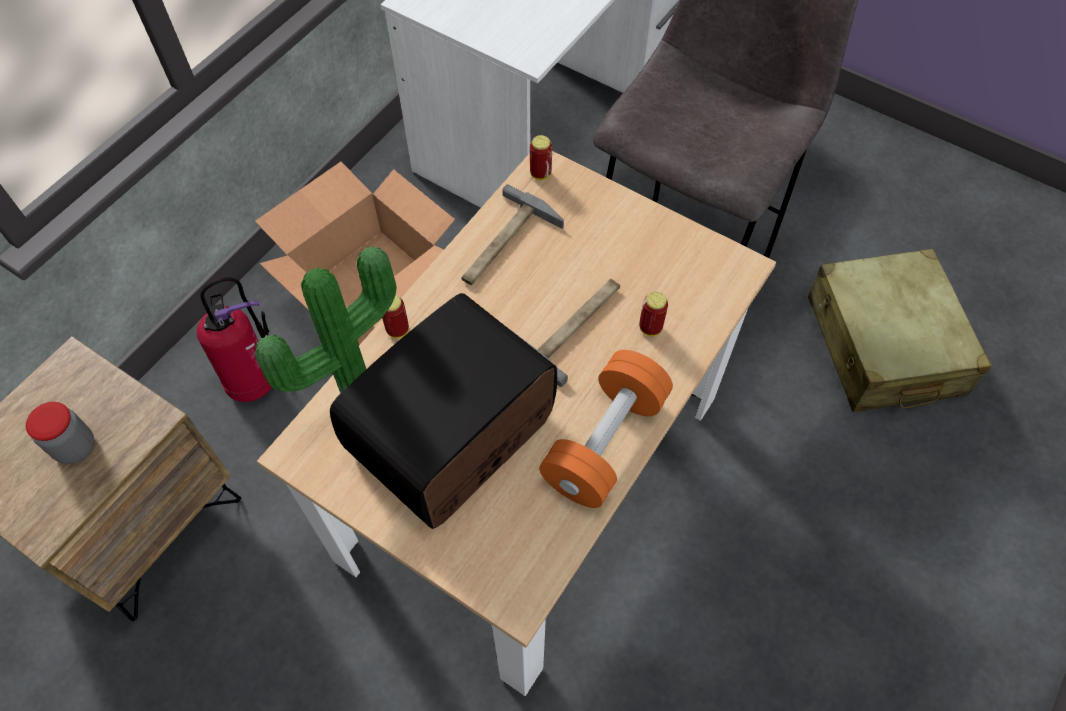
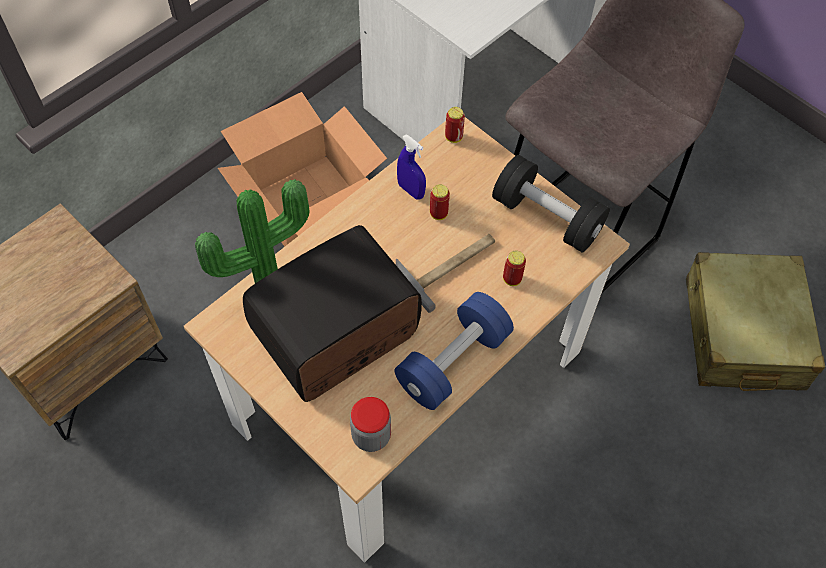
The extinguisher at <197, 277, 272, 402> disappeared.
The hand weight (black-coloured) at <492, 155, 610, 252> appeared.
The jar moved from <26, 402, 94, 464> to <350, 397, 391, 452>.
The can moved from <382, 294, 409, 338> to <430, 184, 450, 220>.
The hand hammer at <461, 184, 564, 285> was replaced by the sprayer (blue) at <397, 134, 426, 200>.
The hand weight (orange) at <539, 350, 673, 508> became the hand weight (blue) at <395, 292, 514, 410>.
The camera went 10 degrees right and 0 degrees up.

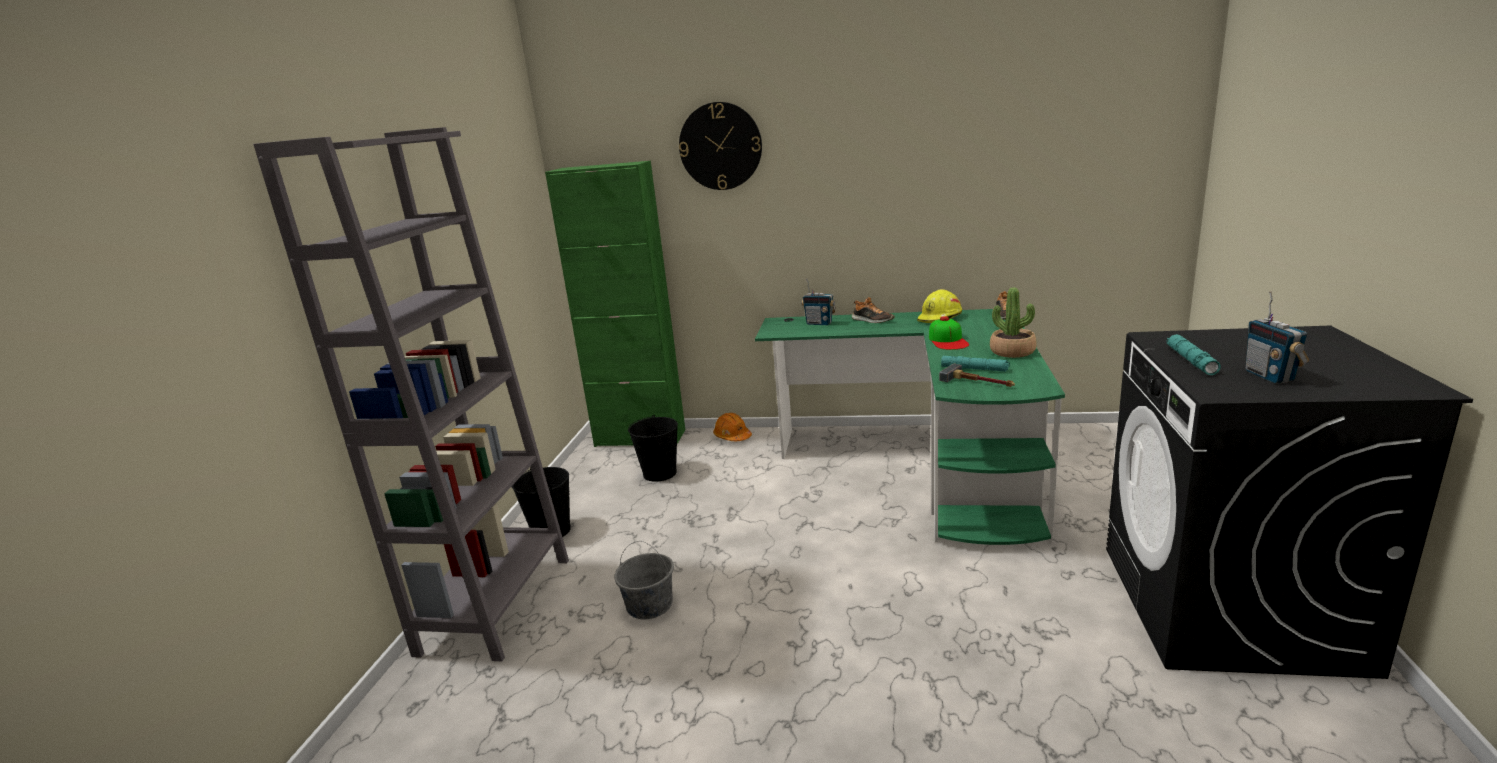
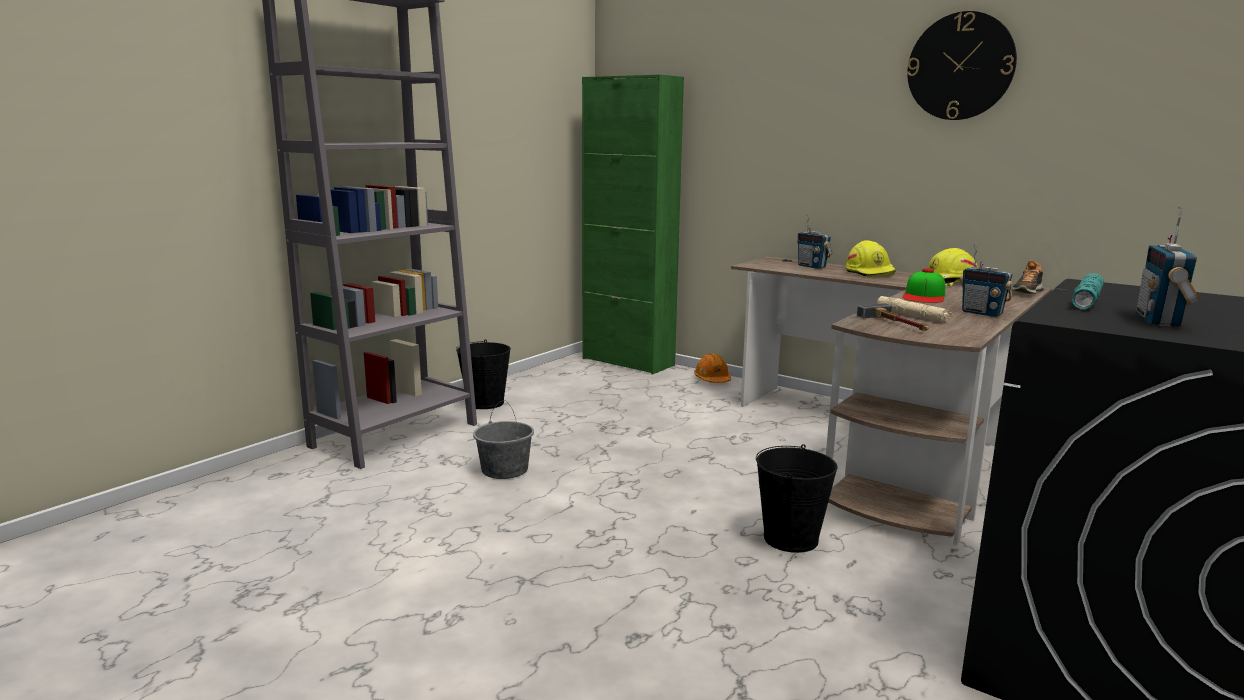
The bucket (black-coloured) moved from <628, 415, 678, 482> to <756, 444, 838, 553>.
The clock on the wall moved from <679, 102, 762, 190> to <907, 11, 1017, 120>.
The low shoe at <852, 297, 894, 323> was replaced by the hard hat (yellow-coloured) at <845, 240, 896, 277>.
The plant in a pot at <990, 287, 1037, 358> was replaced by the radio set at <960, 244, 1014, 317>.
The desk (green) at <755, 309, 1065, 545> became the desk (brown-coloured) at <731, 257, 1052, 545>.
The hand torch (turquoise-coloured) at <941, 356, 1010, 372> became the hand torch (sand-coloured) at <877, 296, 952, 323>.
The camera went 25 degrees right and 5 degrees down.

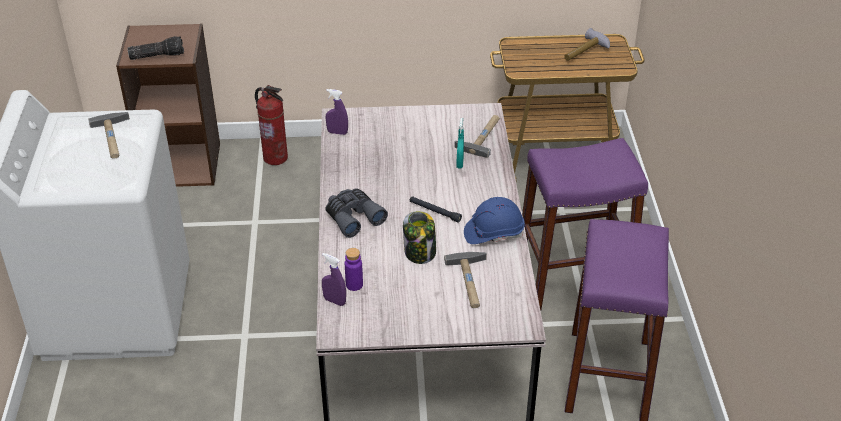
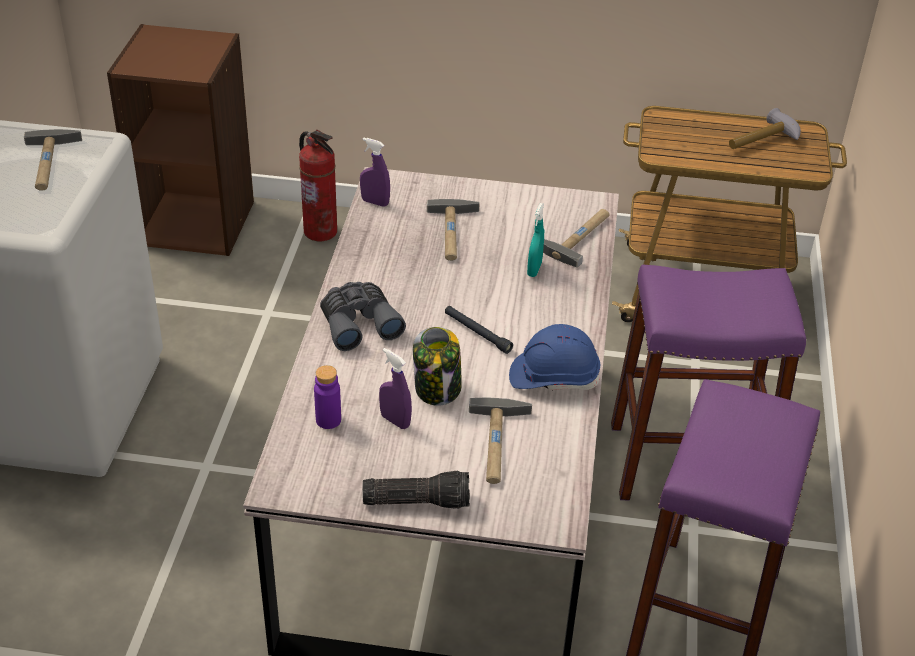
The hand hammer at <427, 199, 480, 261> appeared.
The hand torch moved from <128, 36, 184, 60> to <362, 471, 470, 509>.
The sprayer (purple-coloured) moved from <322, 253, 346, 306> to <379, 348, 412, 429>.
The camera went 10 degrees right and 0 degrees up.

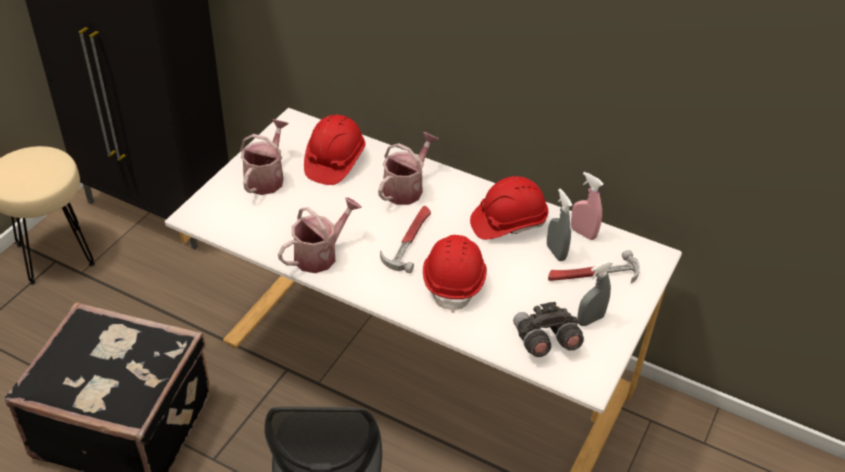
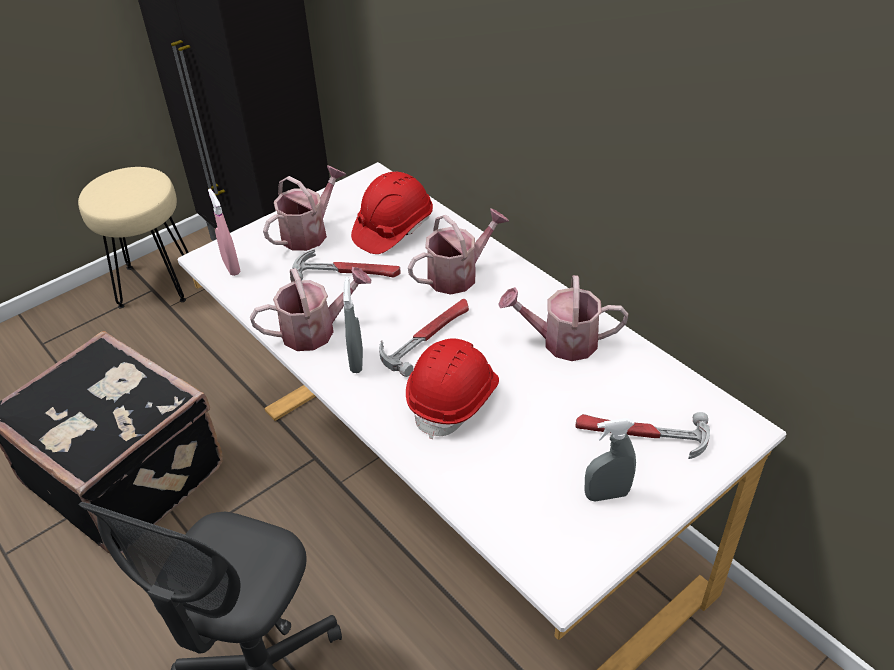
The binoculars (grey) at <513, 302, 584, 357> disappeared.
The hand hammer at <290, 249, 400, 281> appeared.
The sprayer (grey) moved from <547, 189, 573, 261> to <343, 277, 363, 373>.
The sprayer (pink) moved from <571, 172, 603, 240> to <208, 189, 241, 276>.
The hard hat (reddish) at <470, 176, 548, 240> was replaced by the watering can at <498, 275, 628, 361>.
The camera went 25 degrees right and 0 degrees up.

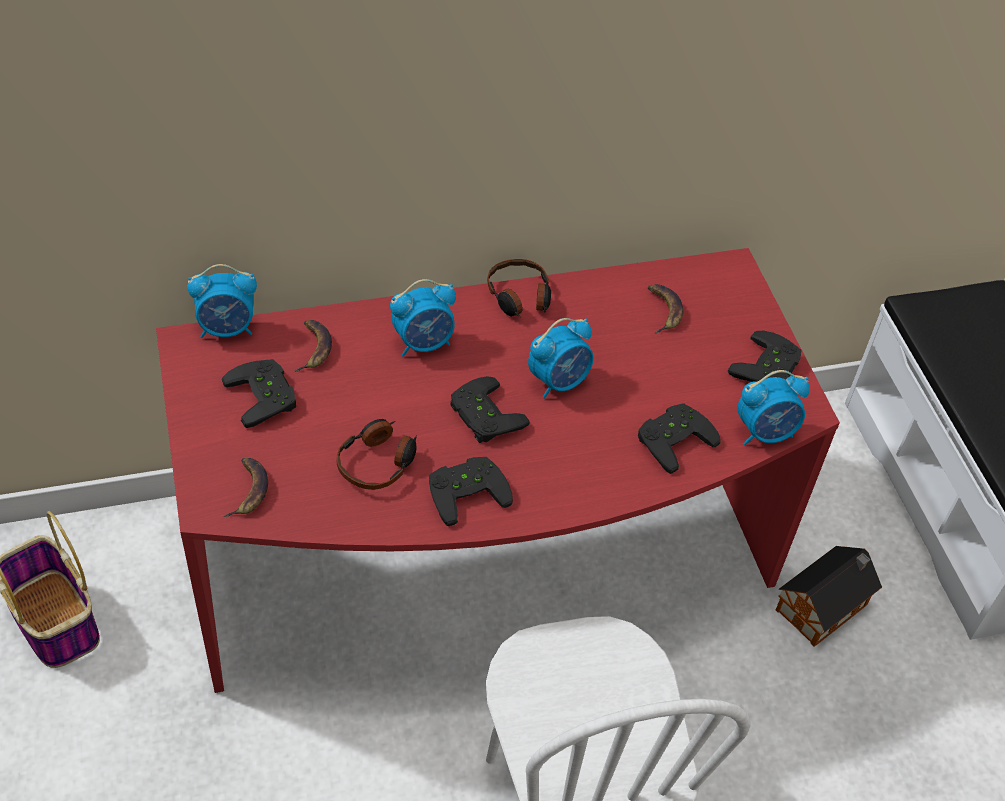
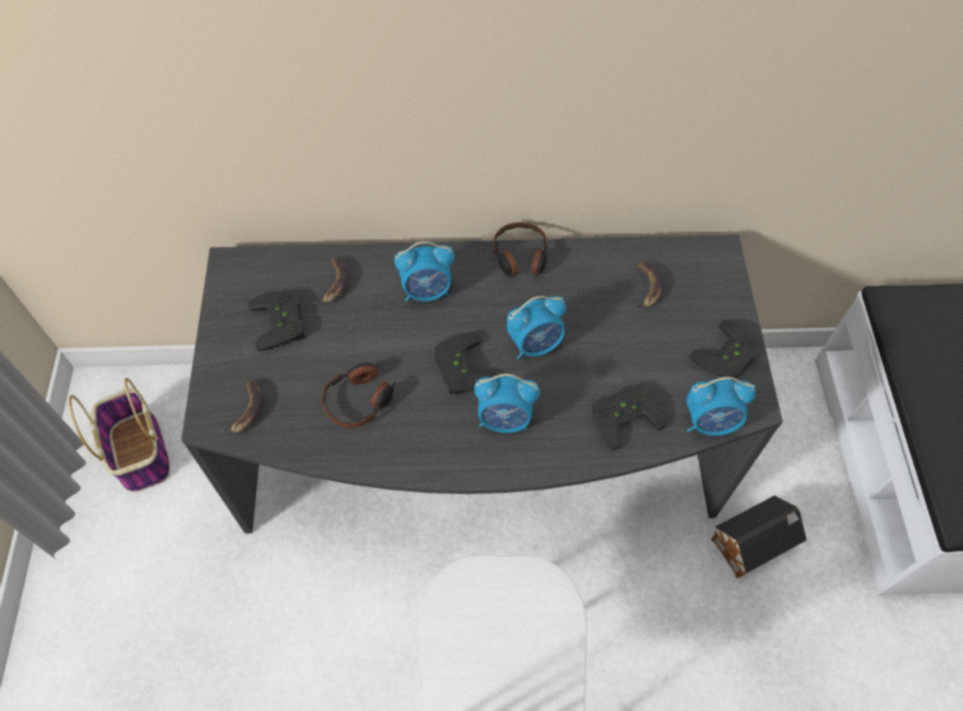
The game controller (black-coloured) at <429, 457, 513, 526> disappeared.
The alarm clock moved from <187, 264, 257, 338> to <474, 374, 540, 433>.
The desk (reddish) at <156, 248, 840, 693> became the desk (grey) at <181, 235, 783, 533>.
The camera went 15 degrees right and 10 degrees up.

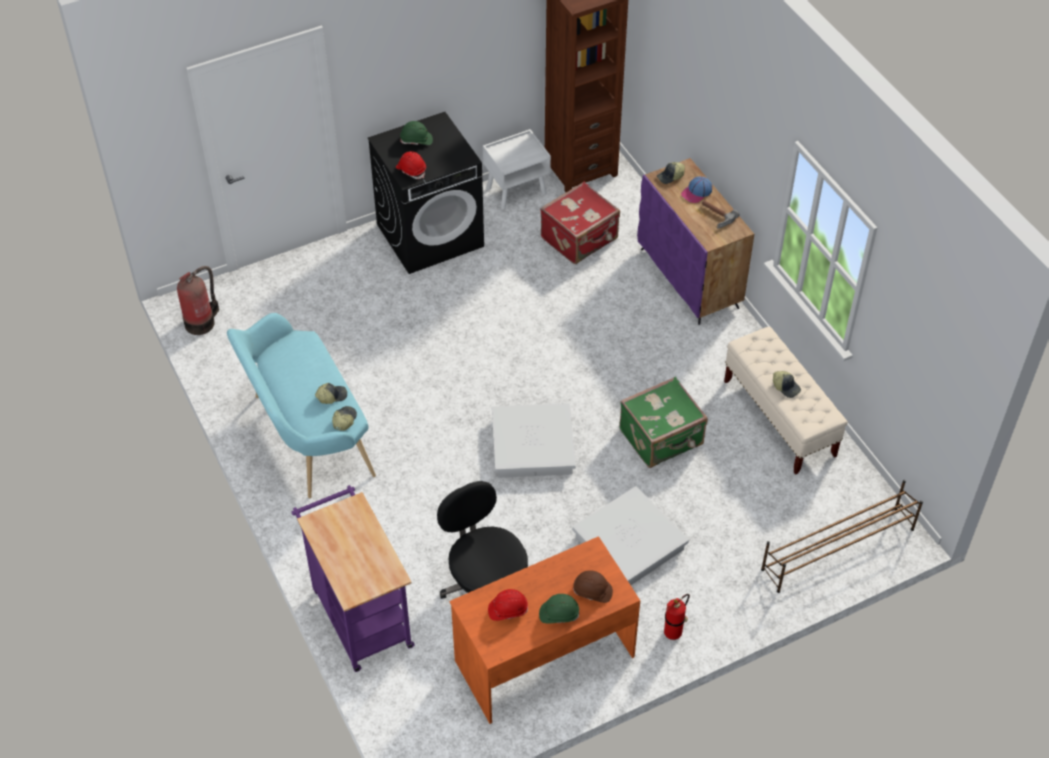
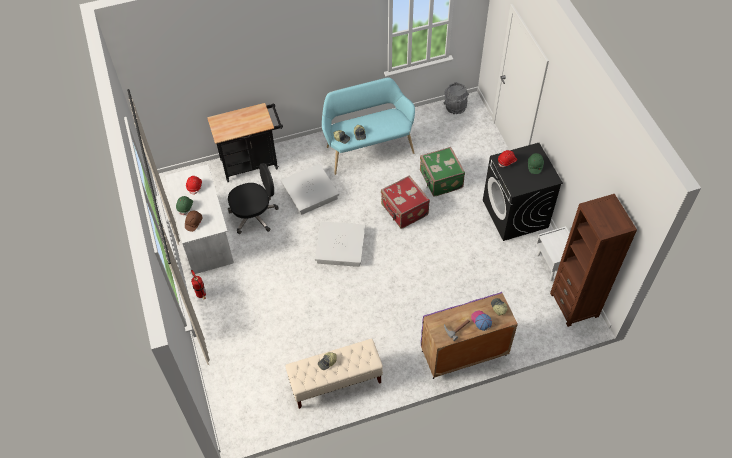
The shoe shelf (brown-coloured) at <761, 480, 923, 593> disappeared.
The piece of luggage (reddish) moved from <540, 181, 620, 264> to <381, 175, 430, 229>.
The storage container (white) moved from <572, 486, 689, 585> to <281, 164, 339, 215>.
The piece of luggage (green) moved from <619, 377, 708, 468> to <420, 147, 465, 197>.
The extinguisher at <177, 266, 219, 335> was replaced by the bucket (grey) at <444, 82, 469, 114>.
The cart (purple-coloured) at <292, 485, 415, 672> became the cart (black-coloured) at <207, 103, 283, 182>.
The desk (orange) at <449, 536, 640, 724> became the desk (white) at <165, 164, 234, 274>.
The camera went 100 degrees right and 5 degrees up.

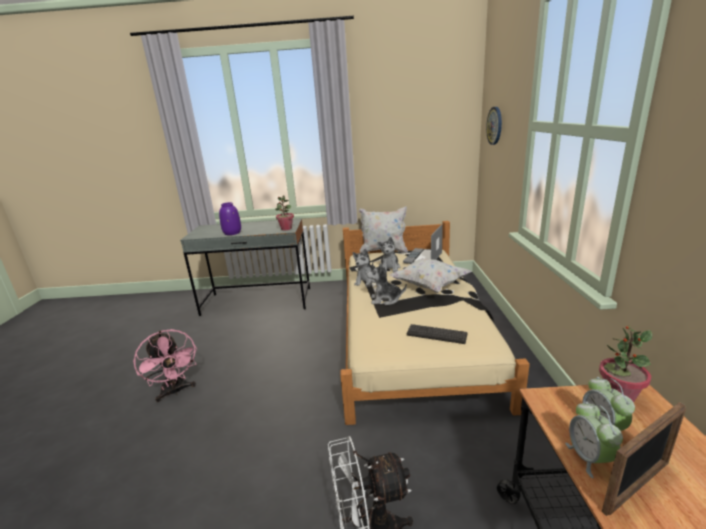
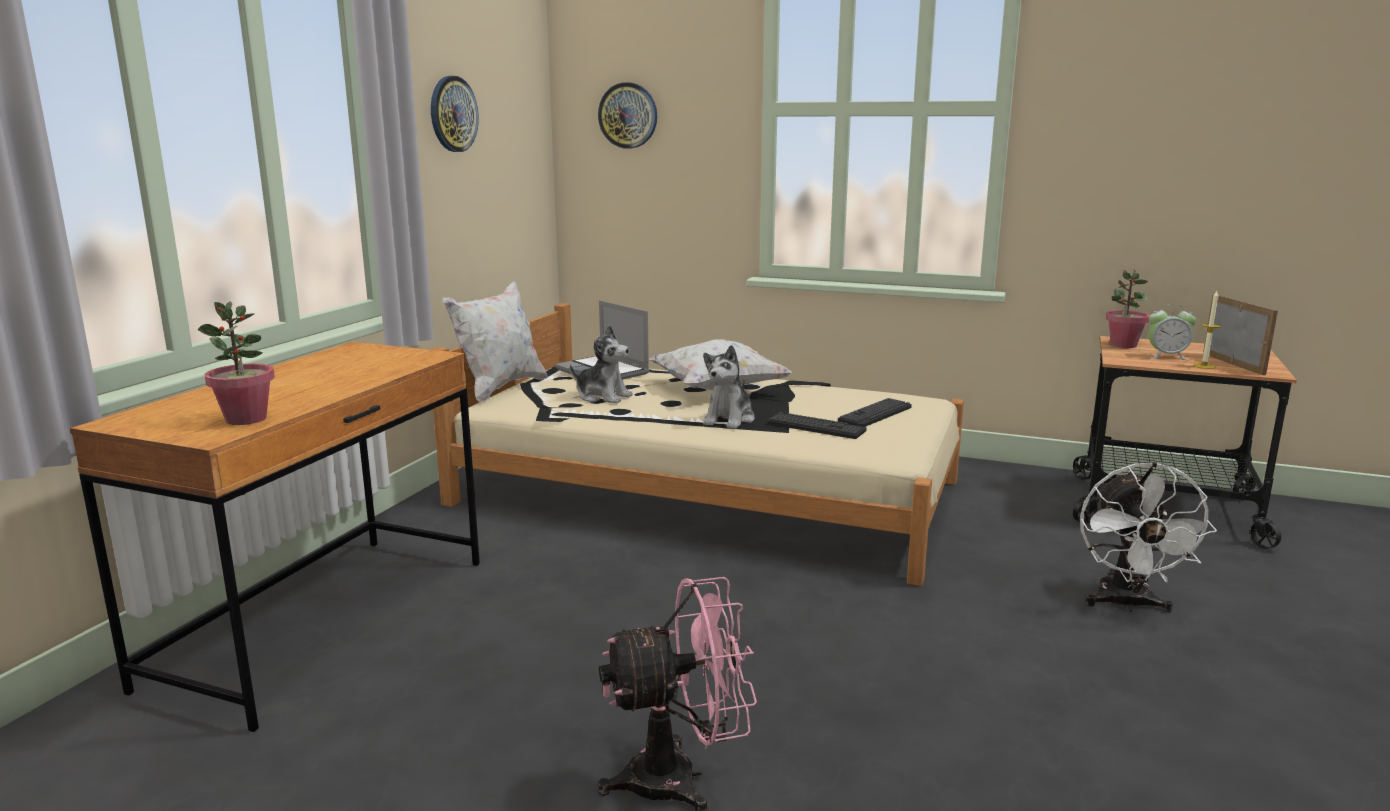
The vase (purple-coloured) at <219, 202, 241, 235> disappeared.
The soft toy at <353, 249, 376, 287> disappeared.
The clock on the wall at <431, 76, 479, 152> appeared.
The keyboard at <767, 412, 867, 439> appeared.
The plant in a pot moved from <275, 195, 294, 230> to <198, 301, 275, 425>.
The alarm clock at <565, 402, 623, 478> was replaced by the wax light at <1193, 291, 1221, 369>.
The desk (grey) at <180, 219, 310, 316> became the desk (brown-coloured) at <70, 342, 480, 732>.
The camera went 70 degrees left and 5 degrees down.

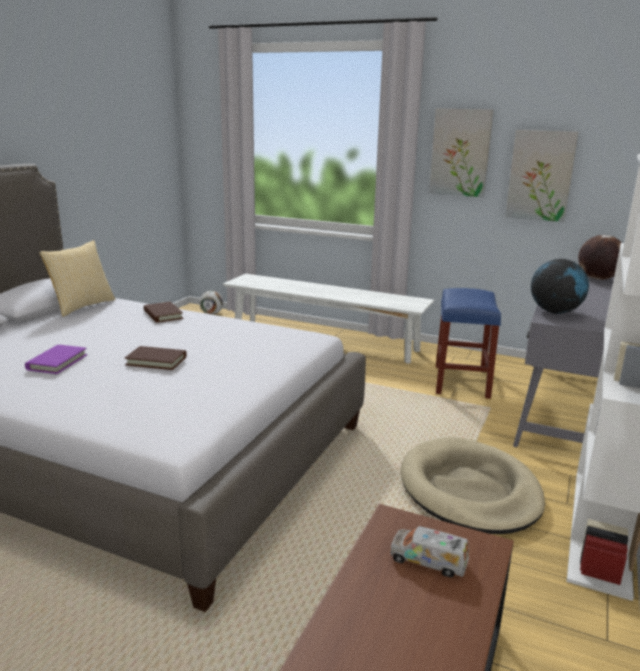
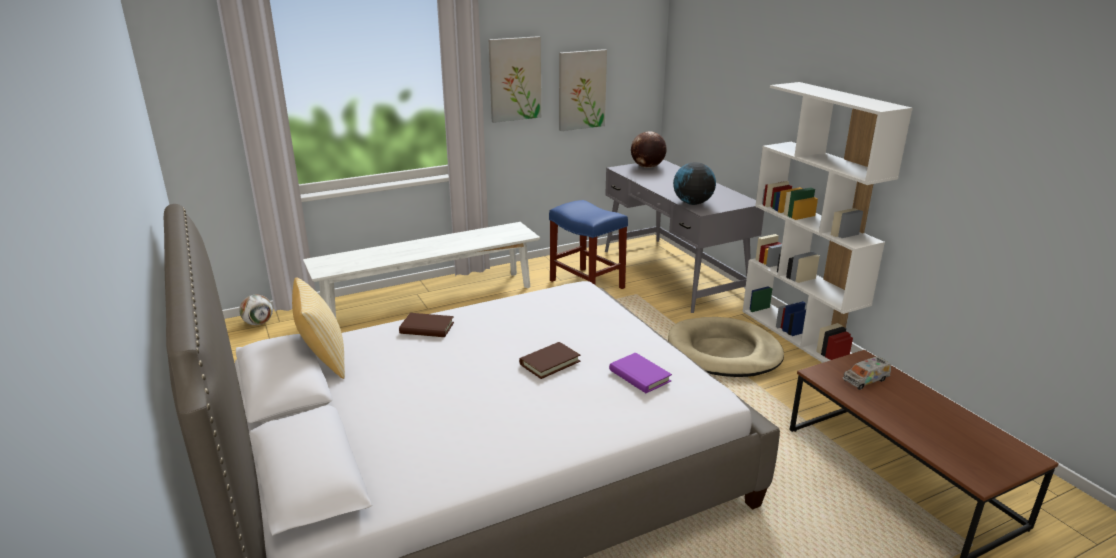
The bound book (purple-coloured) moved from <25, 345, 87, 374> to <609, 353, 672, 393>.
The camera went 50 degrees left and 5 degrees up.

